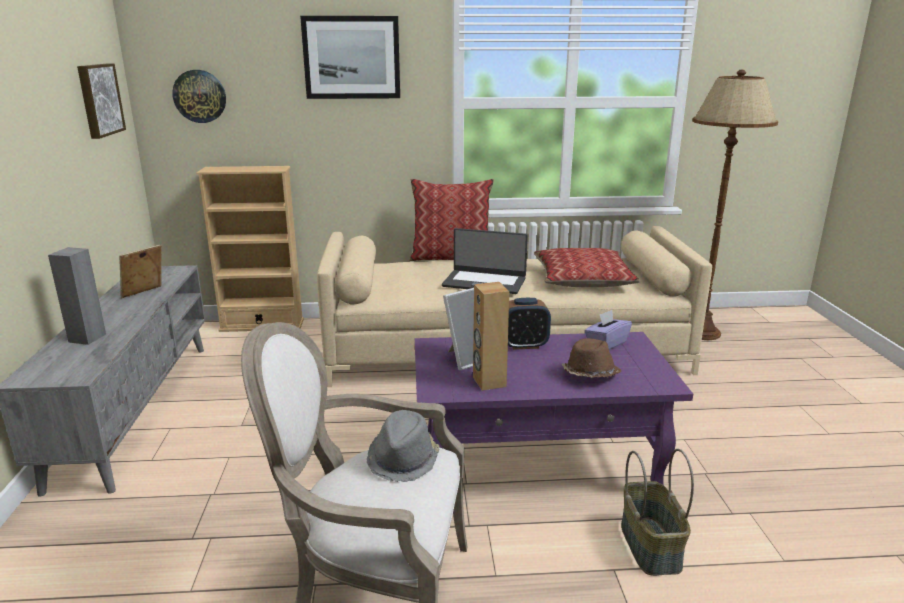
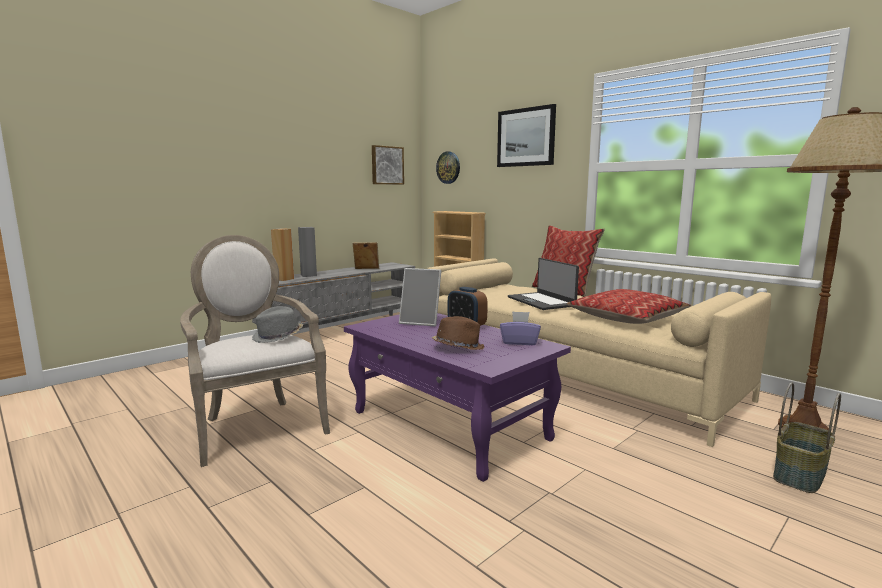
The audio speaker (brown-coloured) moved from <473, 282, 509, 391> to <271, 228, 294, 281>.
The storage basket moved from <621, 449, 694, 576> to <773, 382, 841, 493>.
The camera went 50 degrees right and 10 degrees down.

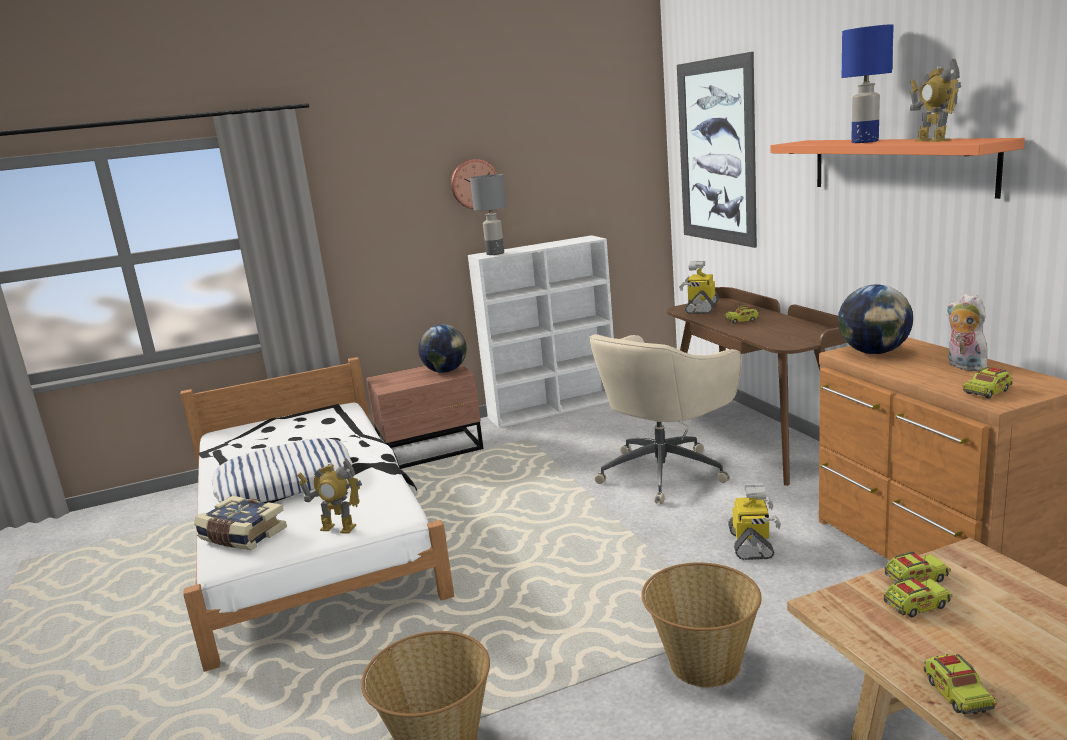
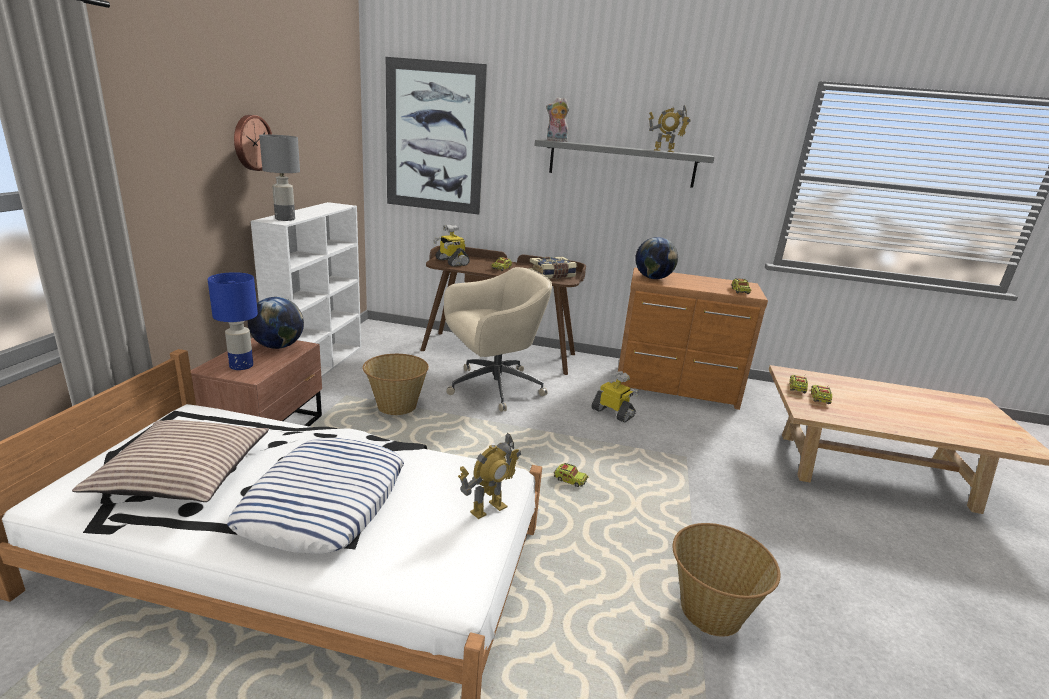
The throw pillow at <72, 420, 269, 502> appeared.
The bound book moved from <194, 496, 287, 550> to <529, 257, 577, 279>.
The storage basket moved from <641, 562, 762, 687> to <362, 354, 429, 415>.
The lamp for a table (blue) moved from <842, 24, 894, 143> to <208, 272, 258, 370>.
The toy truck moved from <923, 654, 997, 715> to <554, 463, 589, 487>.
The soft toy moved from <946, 294, 988, 371> to <546, 97, 569, 142>.
The shelf (orange) at <770, 138, 1025, 199> became the shelf (grey) at <534, 139, 714, 188>.
The computer chair (sand-coloured) at <589, 334, 742, 504> turned 105 degrees counterclockwise.
The camera went 60 degrees left and 5 degrees up.

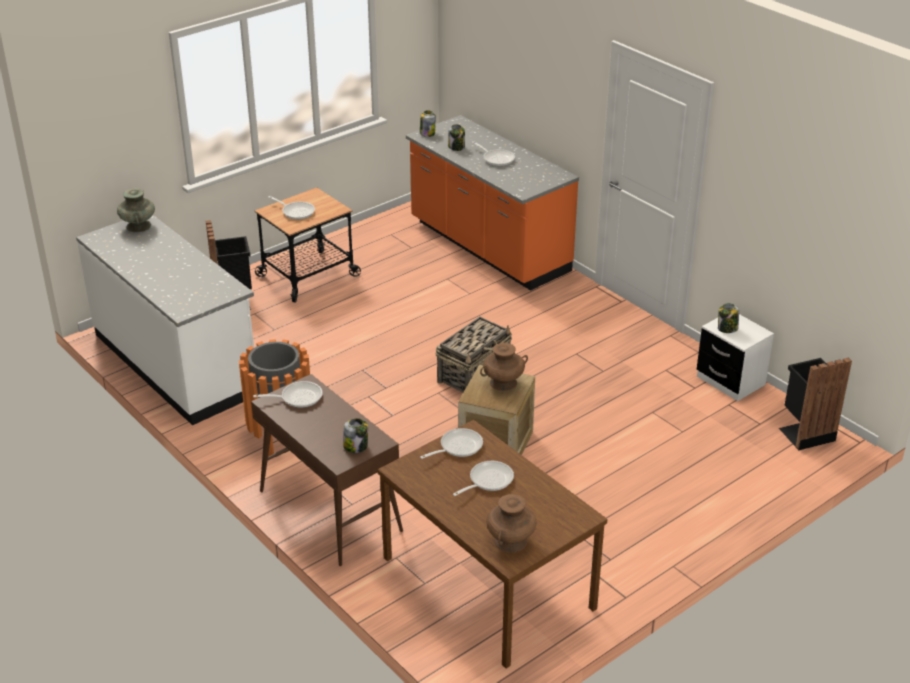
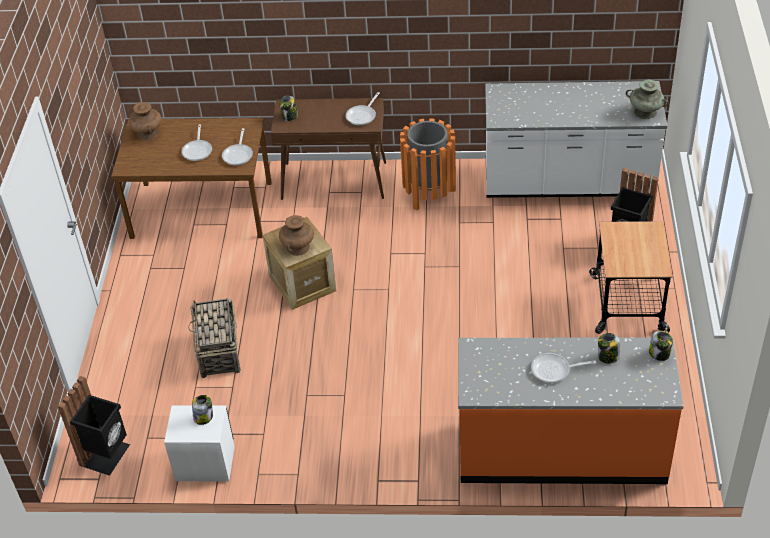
The pan at <268, 196, 315, 220> disappeared.
The storage basket moved from <436, 316, 512, 392> to <188, 298, 241, 378>.
The camera went 135 degrees right and 10 degrees up.

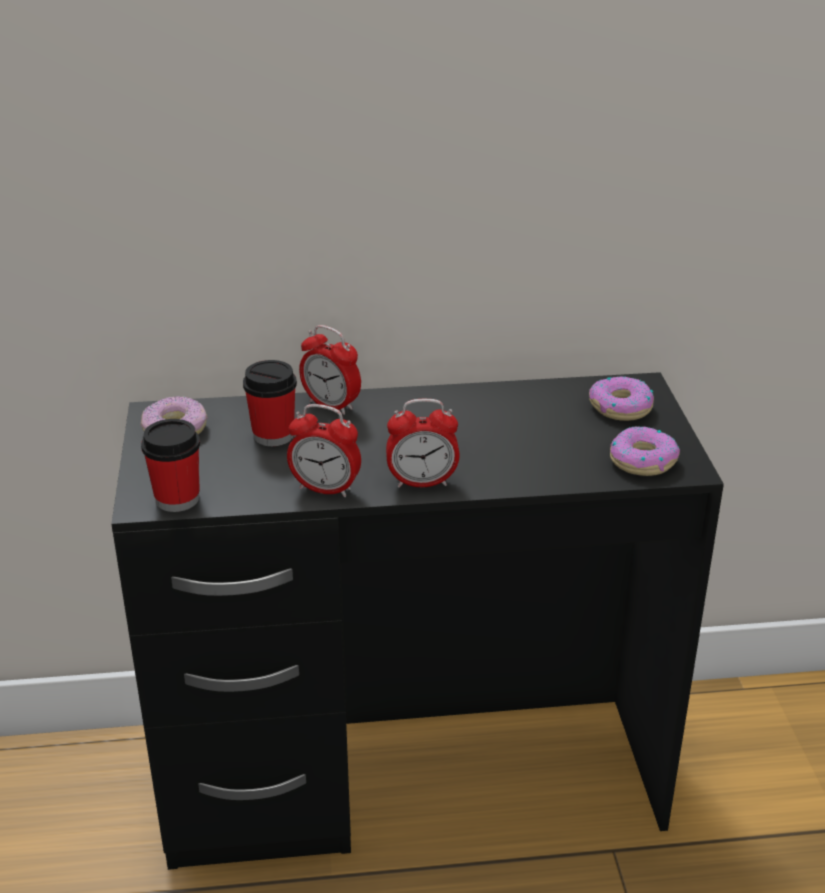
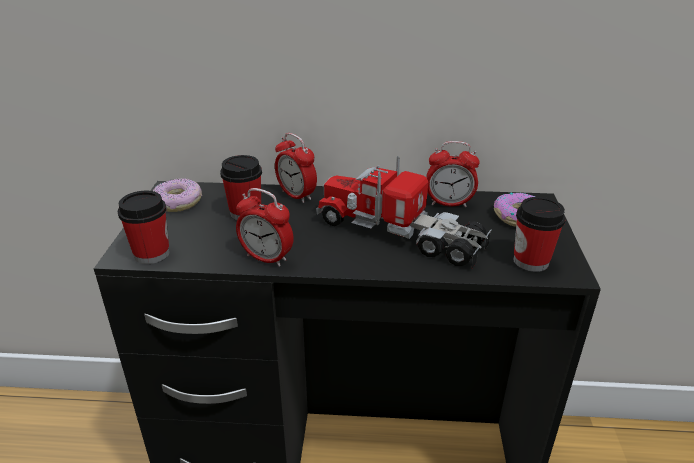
The toy truck at <316, 156, 492, 270> appeared.
The alarm clock moved from <386, 399, 460, 488> to <426, 141, 480, 207>.
The donut at <610, 426, 680, 476> was replaced by the cup at <513, 197, 566, 272>.
The camera went 10 degrees right and 0 degrees up.

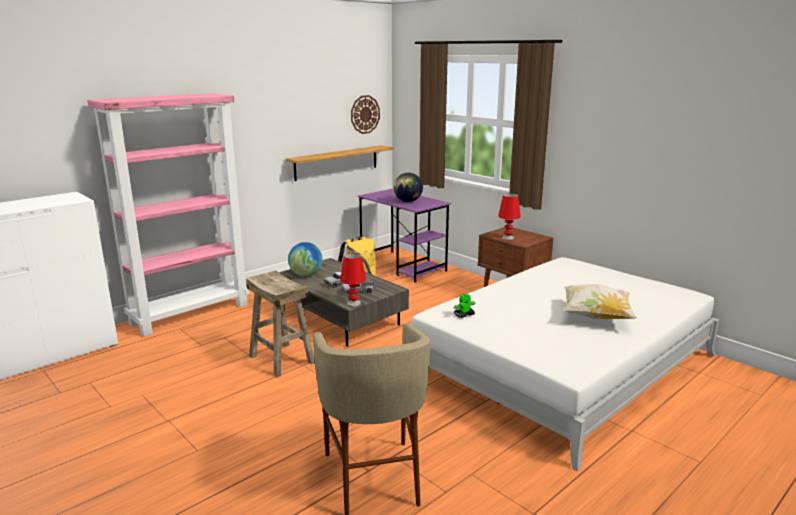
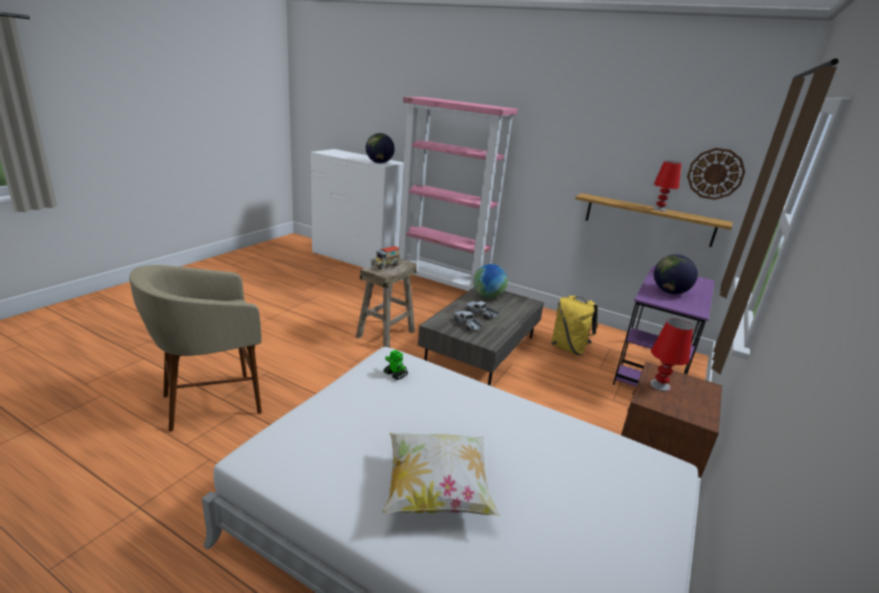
The desk globe at <366, 133, 395, 163> appeared.
The toy truck at <371, 246, 400, 269> appeared.
The lamp for a table (reddish) moved from <340, 253, 366, 306> to <653, 161, 682, 212>.
The camera went 70 degrees right and 5 degrees up.

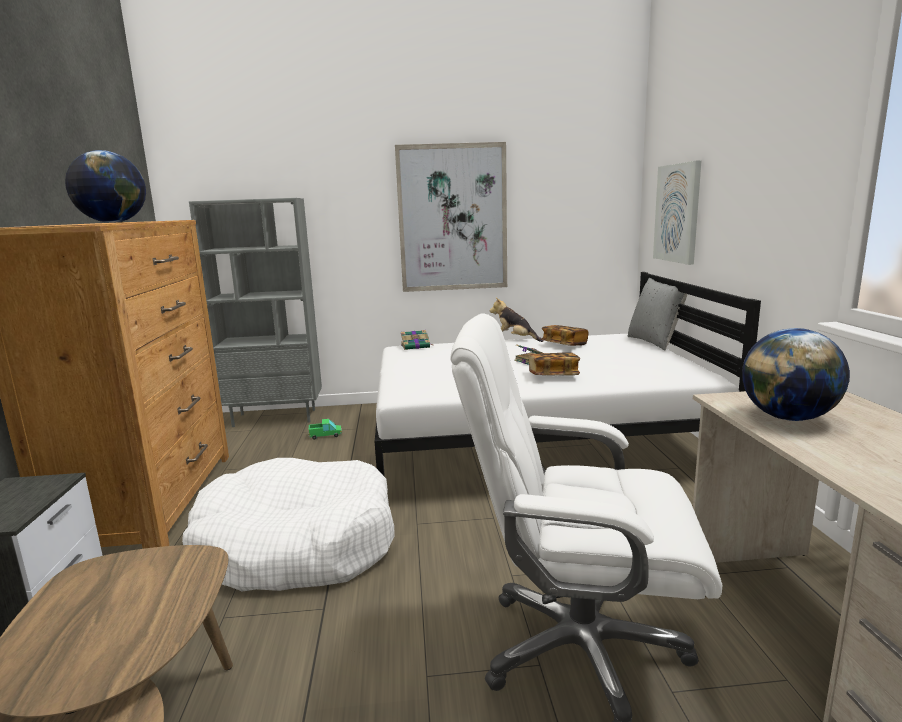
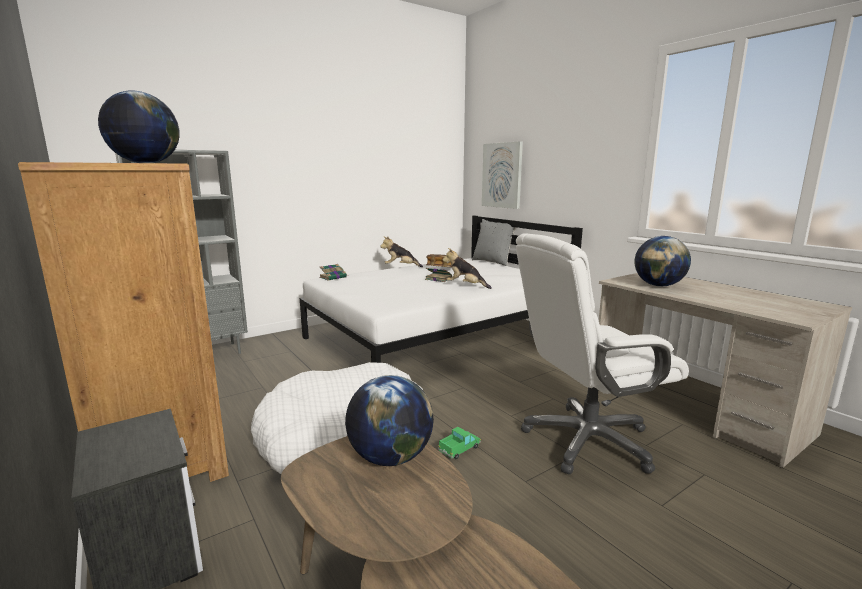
The wall art at <395, 142, 507, 292> disappeared.
The desk globe at <345, 375, 434, 466> appeared.
The toy truck moved from <309, 419, 342, 440> to <438, 427, 481, 459>.
The bound book at <528, 352, 580, 375> was replaced by the soft toy at <443, 248, 492, 289>.
The camera went 30 degrees left and 0 degrees up.

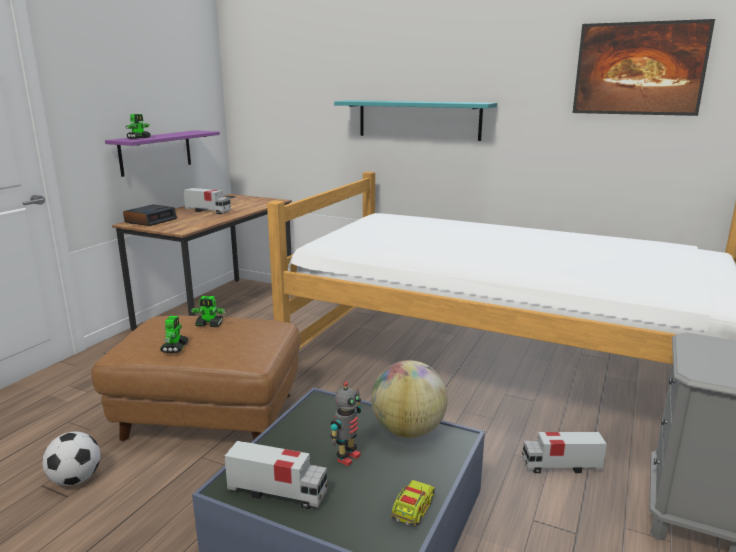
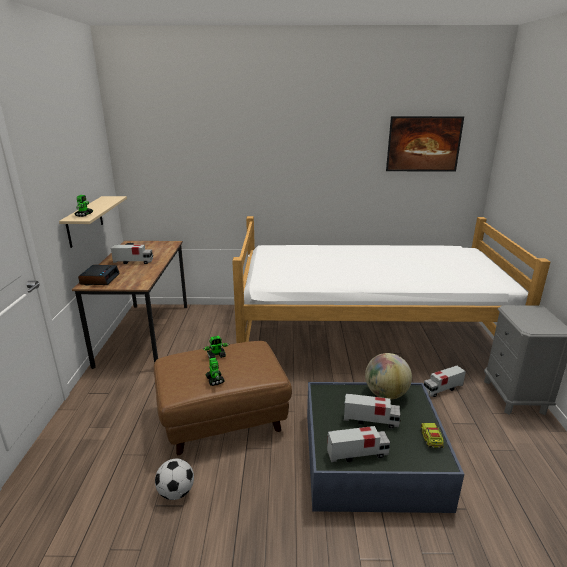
The shelf (turquoise-coloured) at <334, 100, 497, 141> disappeared.
The robot figure at <330, 382, 361, 466> was replaced by the toy truck at <344, 394, 401, 429>.
The shelf (purple-coloured) at <105, 130, 220, 177> became the shelf (sand-coloured) at <59, 196, 127, 248>.
The camera went 25 degrees left and 5 degrees up.

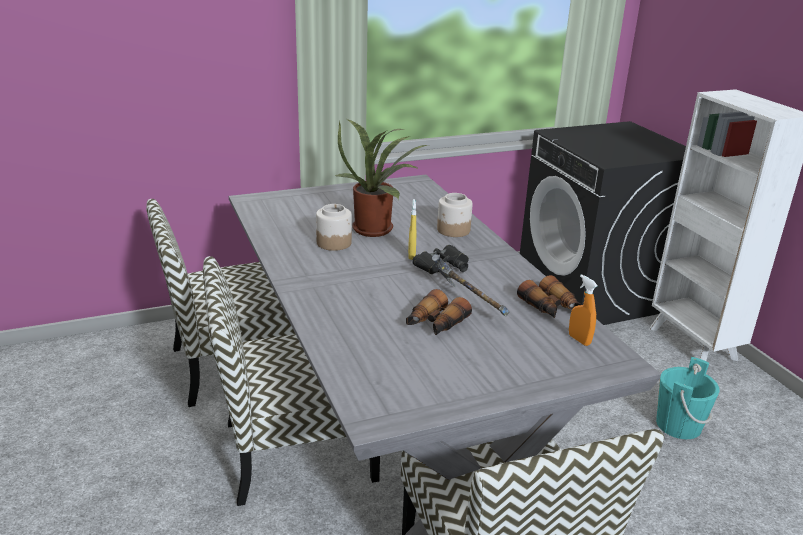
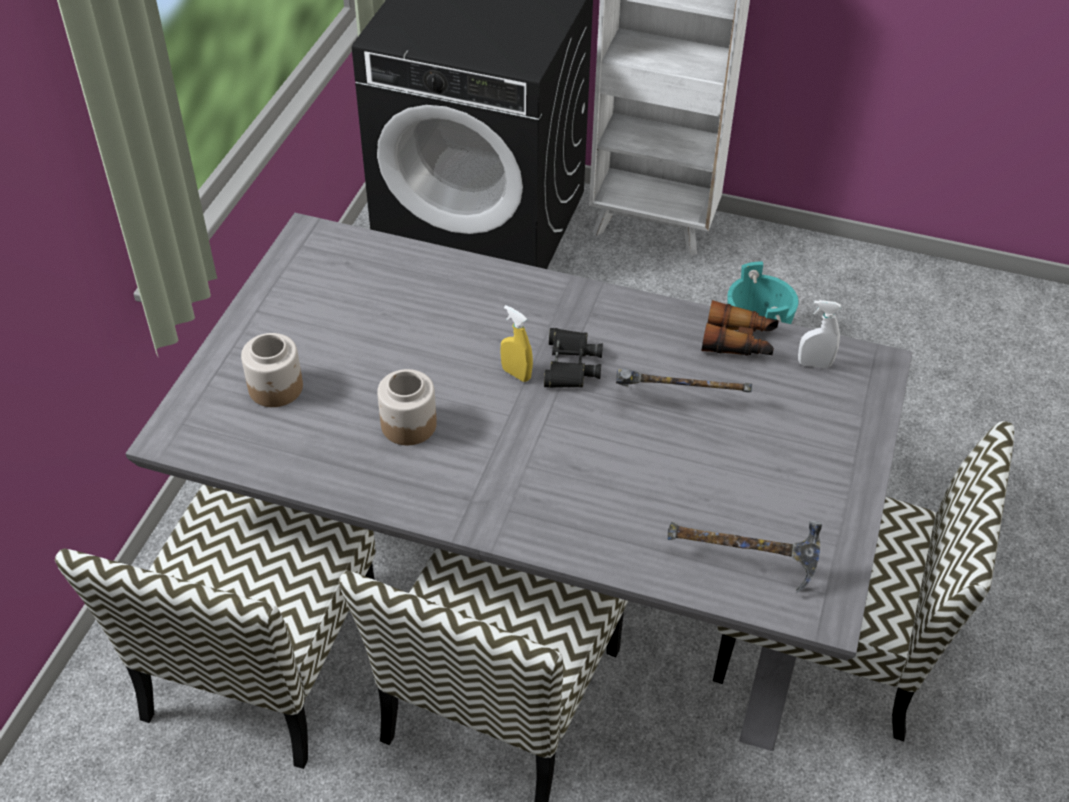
The plant in a pot at <335, 119, 427, 237> disappeared.
The binoculars at <406, 289, 472, 335> disappeared.
The hand hammer at <668, 521, 822, 593> appeared.
The jar moved from <437, 193, 473, 237> to <241, 333, 303, 407>.
The sprayer (orange) at <569, 274, 597, 346> became the sprayer (white) at <798, 300, 841, 368>.
The camera went 50 degrees left and 20 degrees up.

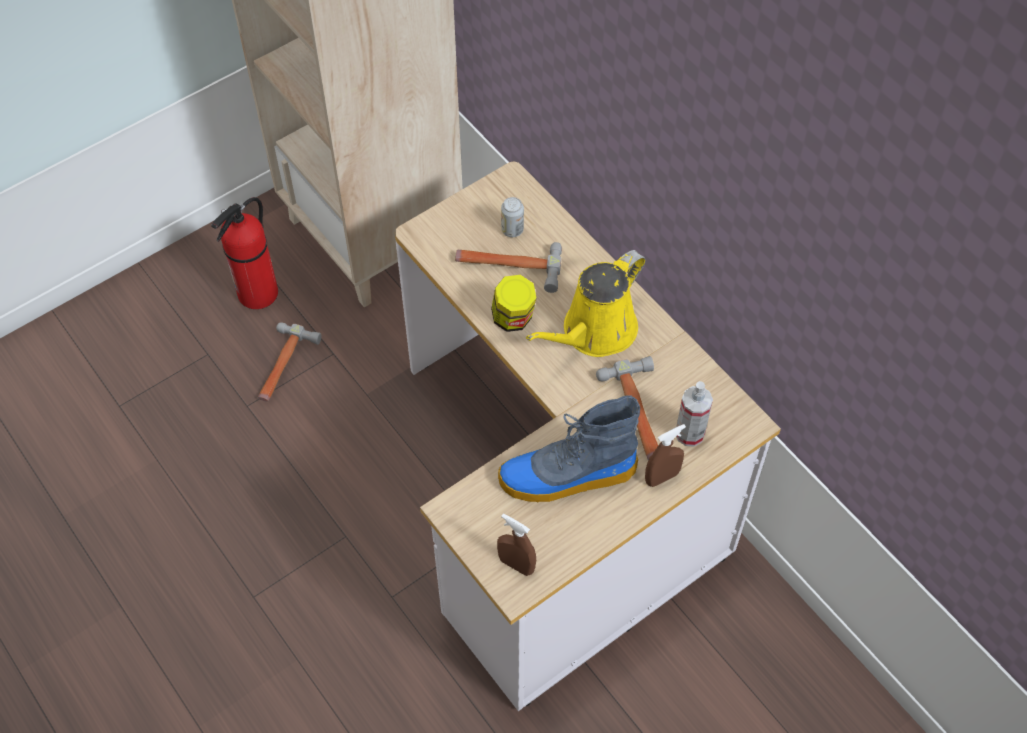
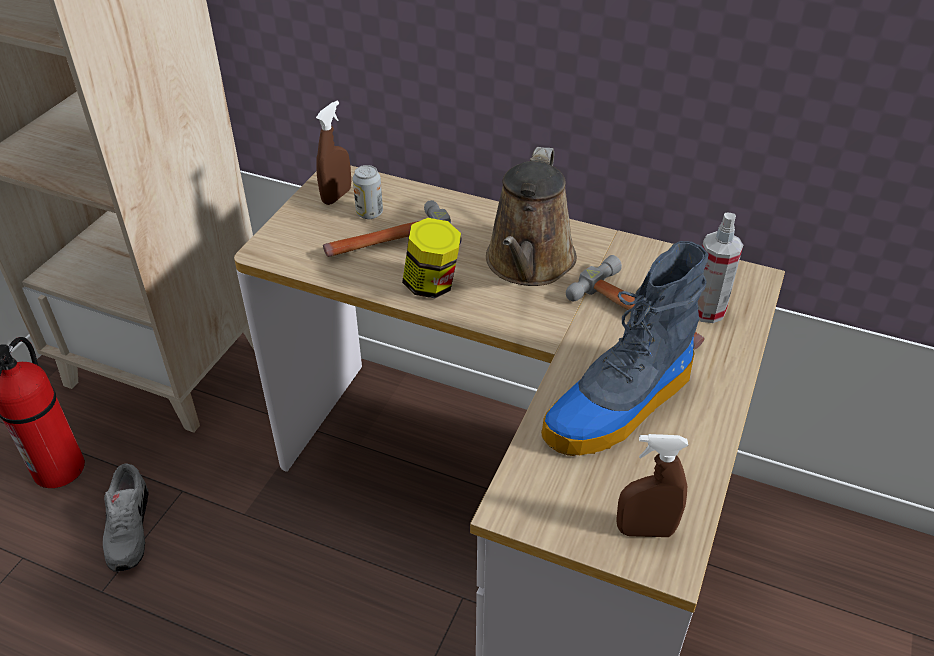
The sprayer (brown-coloured) moved from <645, 424, 686, 487> to <316, 101, 351, 205>.
The hand hammer at <258, 322, 322, 402> was replaced by the low shoe (grey) at <103, 463, 148, 572>.
The watering can (yellow-coloured) at <526, 250, 646, 357> became the watering can (brown-coloured) at <486, 147, 577, 286>.
The camera went 30 degrees left and 15 degrees down.

